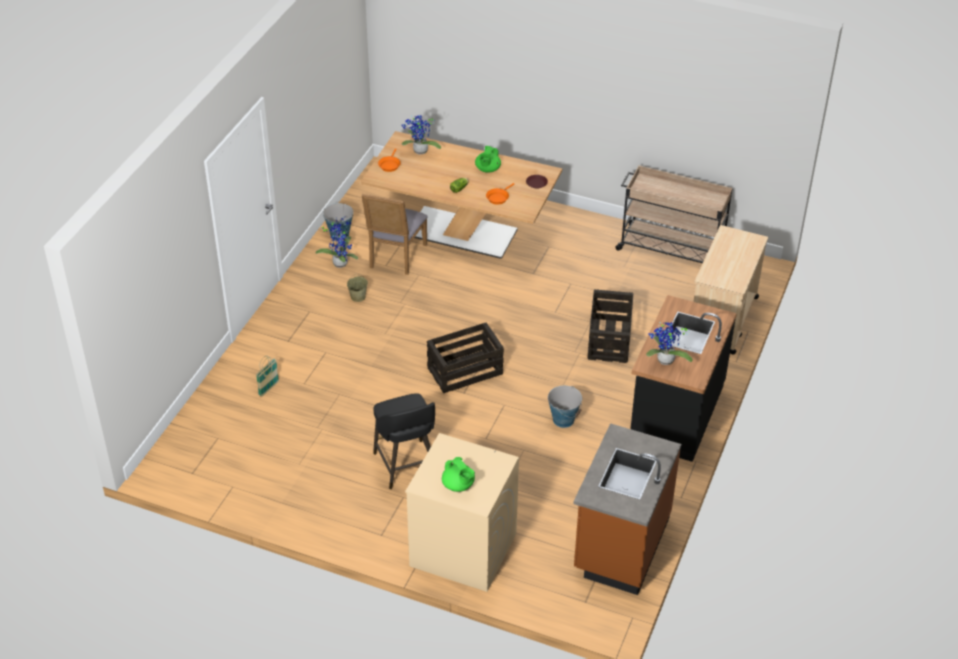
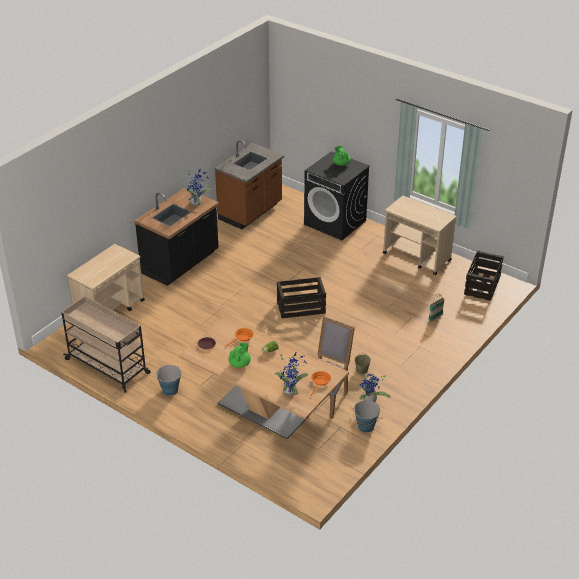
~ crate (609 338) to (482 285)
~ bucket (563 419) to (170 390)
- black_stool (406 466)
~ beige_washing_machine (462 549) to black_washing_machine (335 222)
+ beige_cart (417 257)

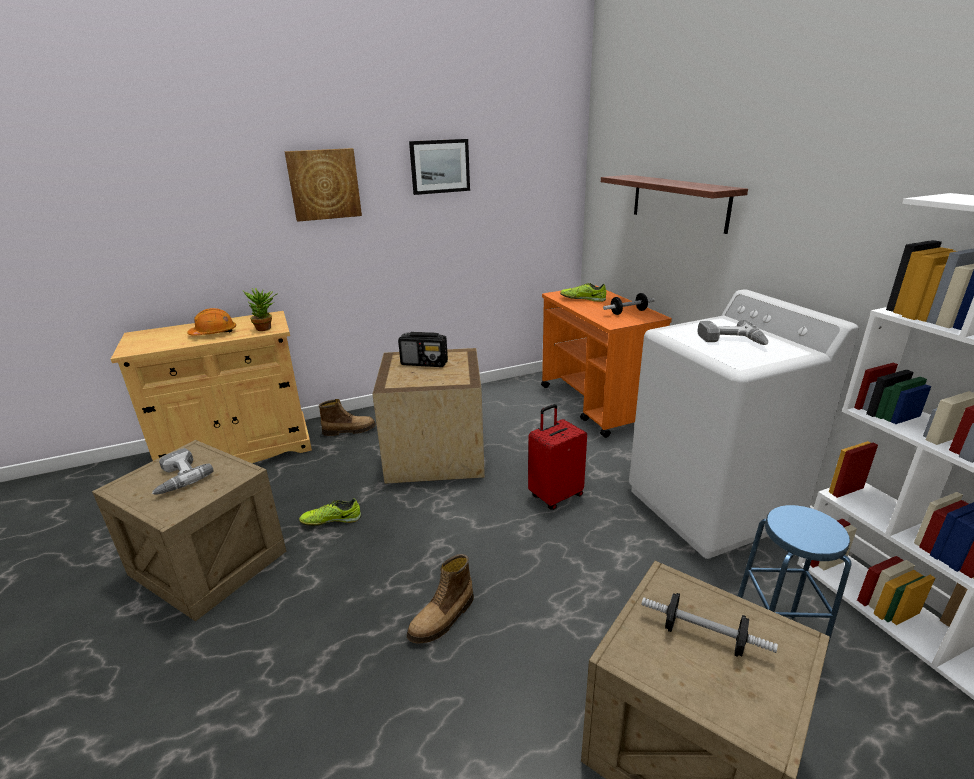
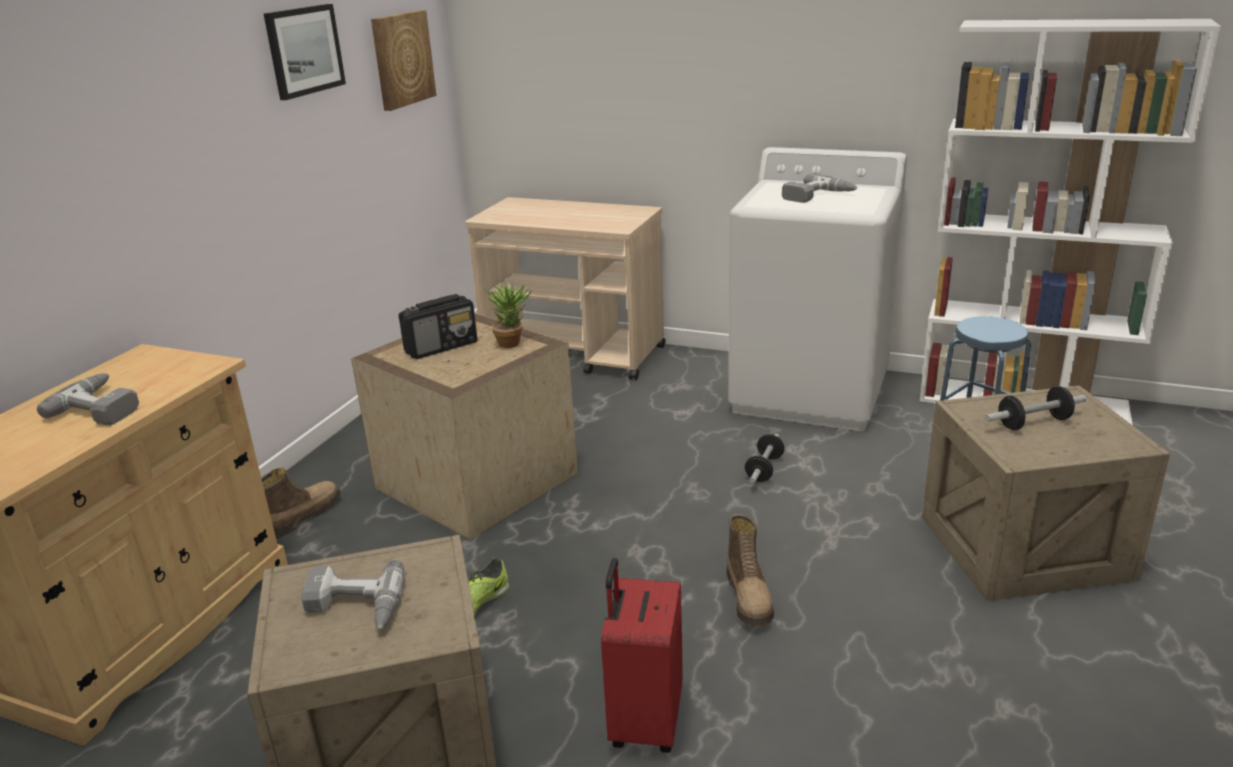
~ picture (324 184) to (402 59)
- shelf (679 202)
- shoe (583 299)
~ orange_cart (596 404) to beige_cart (575 354)
~ potted_plant (267 328) to (512 342)
~ dumbbell (628 312) to (764 469)
~ orange_hard_hat (214 333) to power_drill (104 406)
~ red_suitcase (555 495) to (644 722)

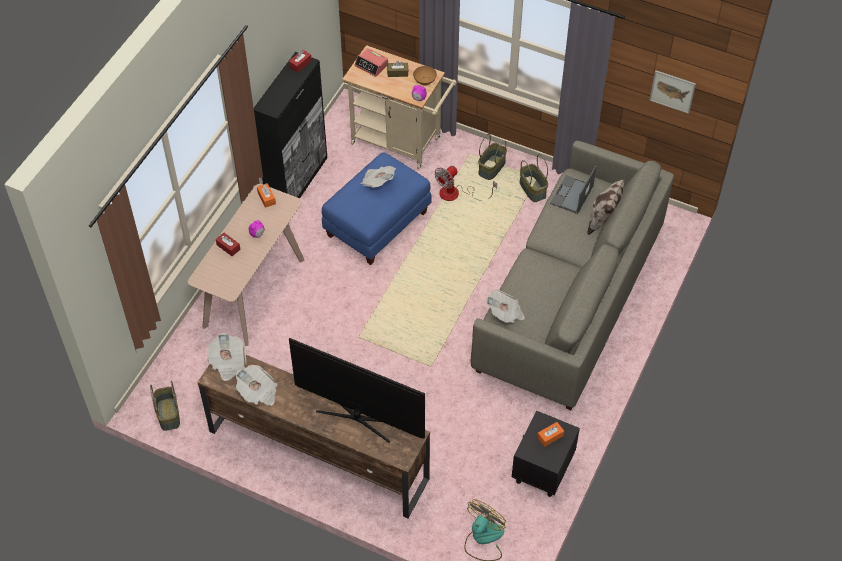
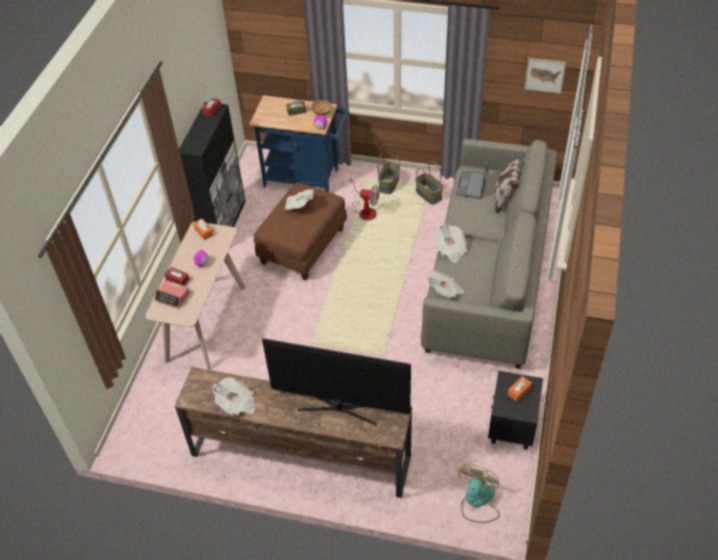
~ beige_cart (401 142) to blue_cart (306 178)
~ alarm_clock (371 65) to (173 297)
~ blue_ottoman (377 223) to brown_ottoman (302 245)
~ fan (456 194) = (365 210) 105 degrees counterclockwise
~ newspaper (228 363) to (450 249)
- basket (169 414)

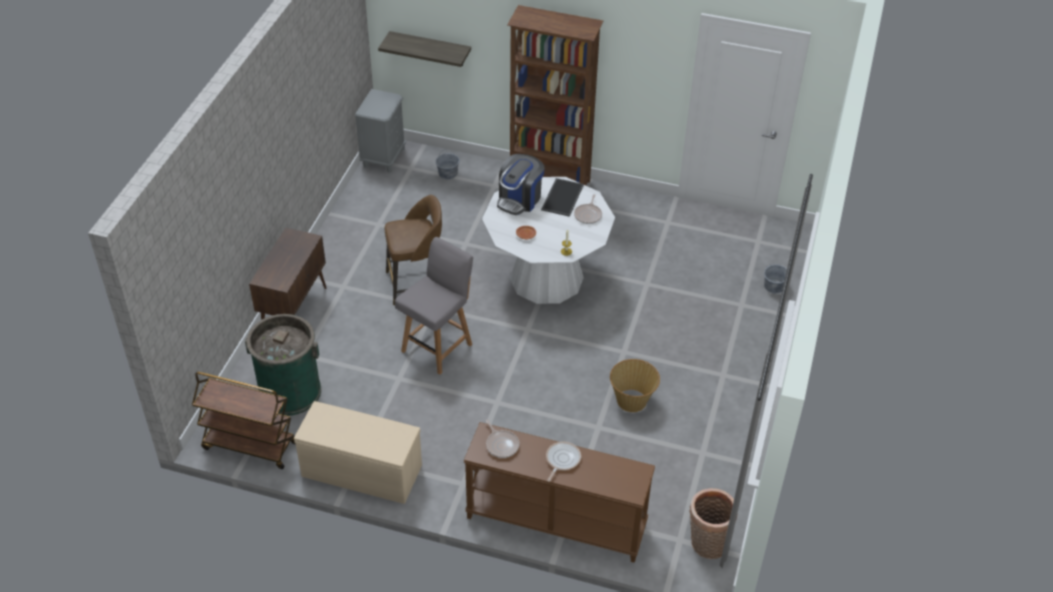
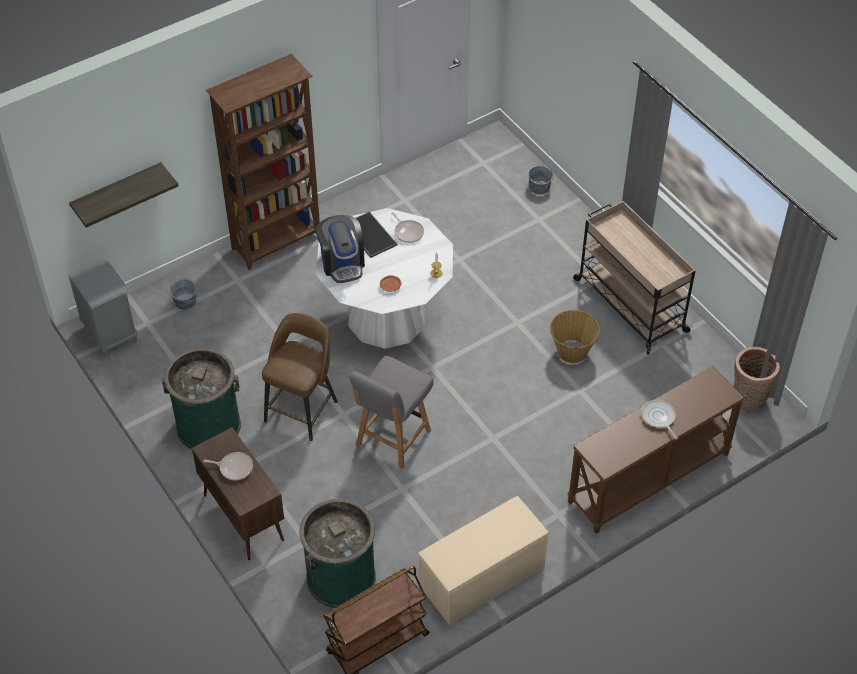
~ grey_chair (438 346) = (392 439) 135 degrees counterclockwise
~ frying_pan (501 444) to (234 467)
+ beige_cart (629 304)
+ green_trash_can (208 425)

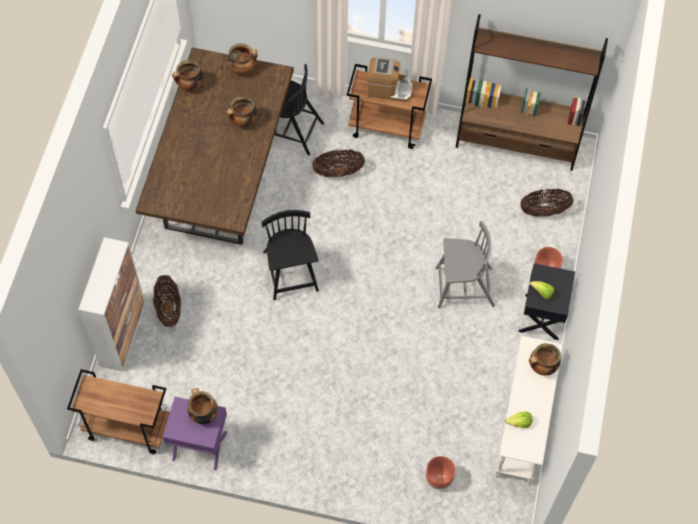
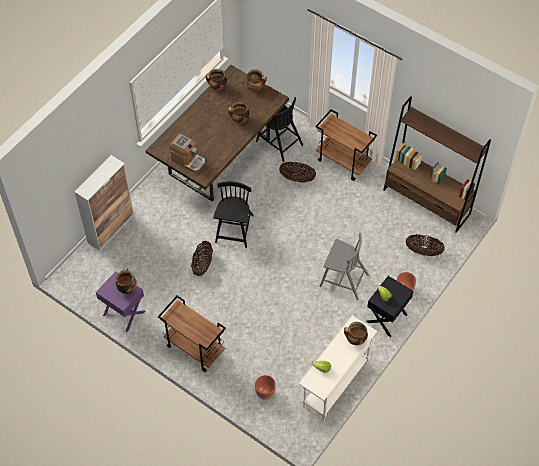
~ coffee_machine (389 89) to (188 160)
~ basket (168 308) to (202 264)
~ brown_cart (127 428) to (194 348)

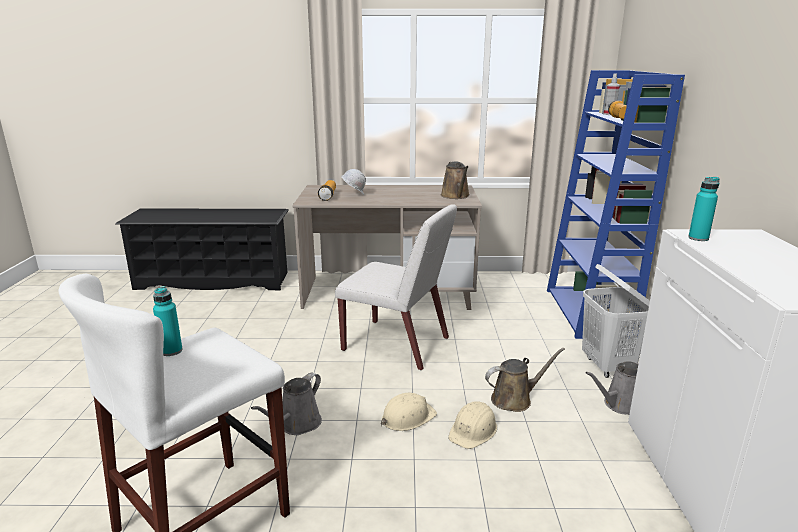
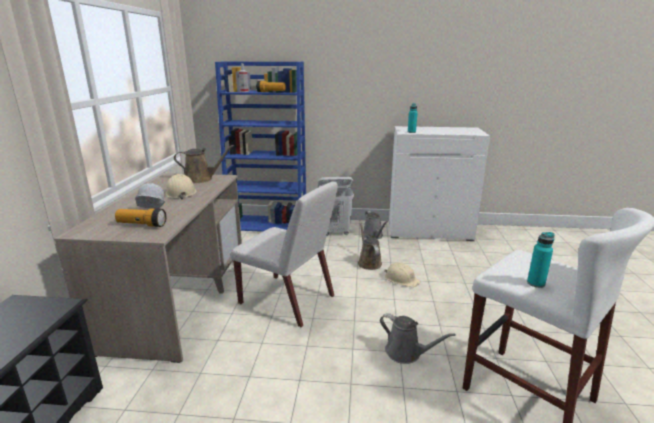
~ white_chair (397 344) = (288 300) 90 degrees clockwise
~ beige_hard_hat (407 417) to (180 192)

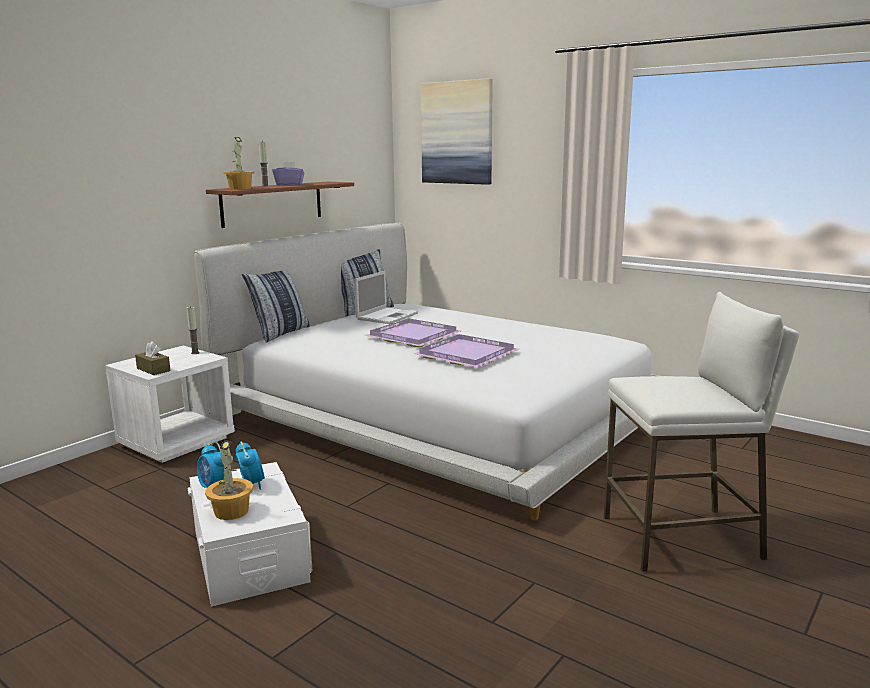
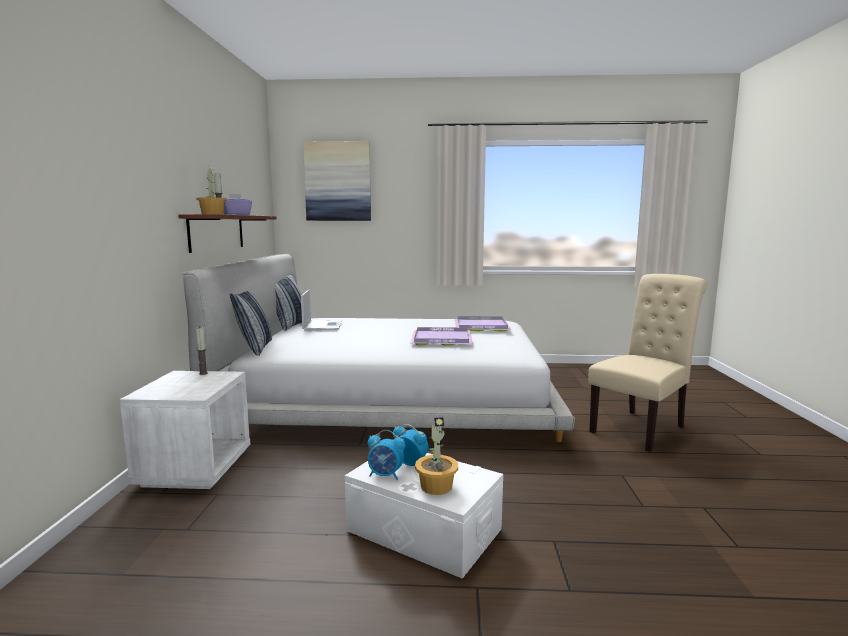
~ white_stool (682 538) to beige_chair (641 428)
~ purple_tray (413 336) to (480 326)
- brown_tissue_box (153 369)

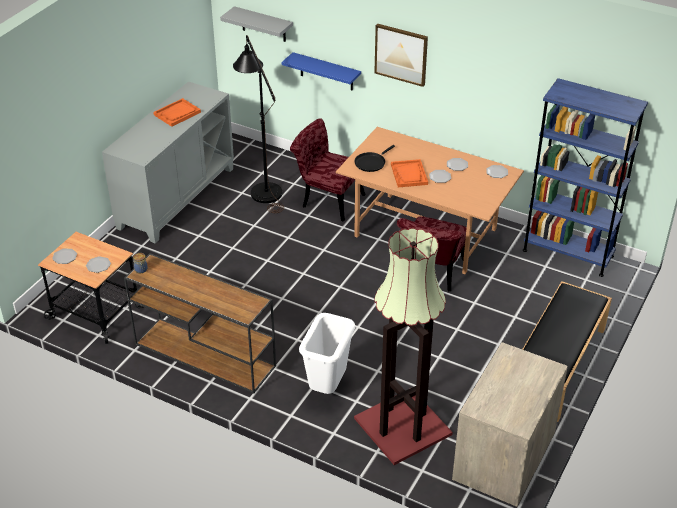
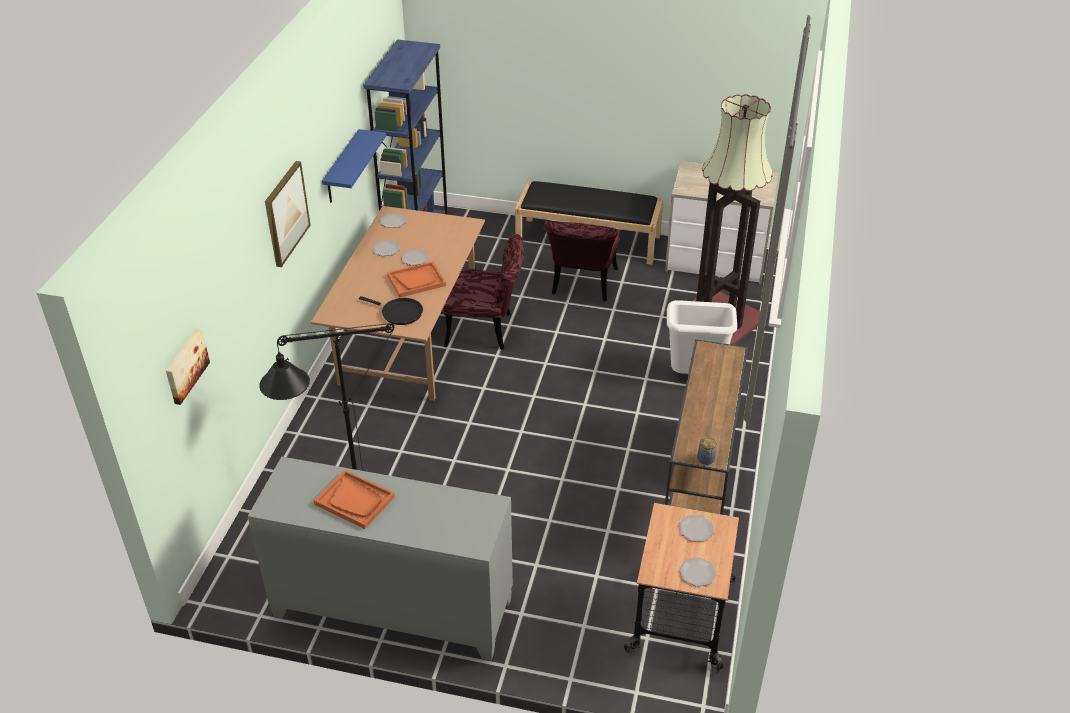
~ grey_shelf (263 24) to picture (185 366)
~ blue_shelf (326 72) to (342 168)
~ red_chair (327 199) to (582 286)

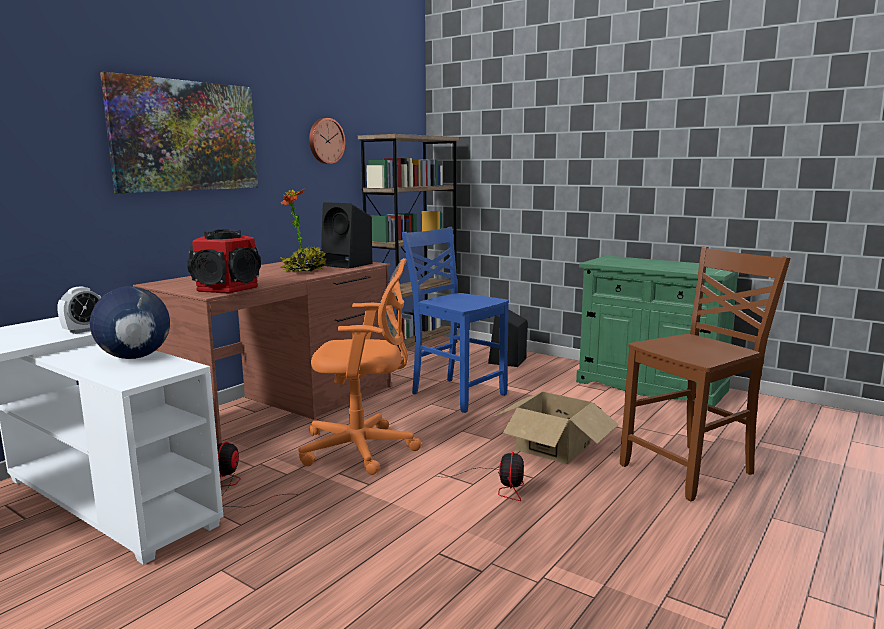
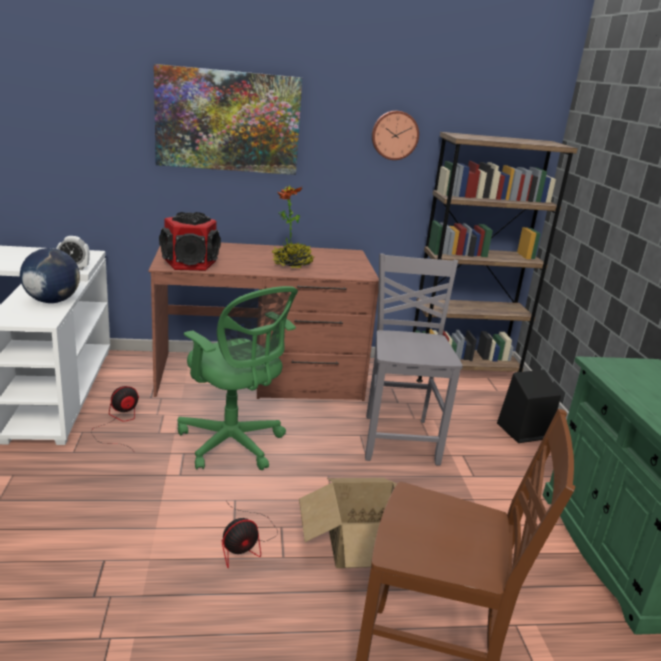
- black_speaker (348 264)
~ blue_chair (456 394) to grey_chair (399 438)
~ orange_office_chair (363 449) to green_office_chair (233 444)

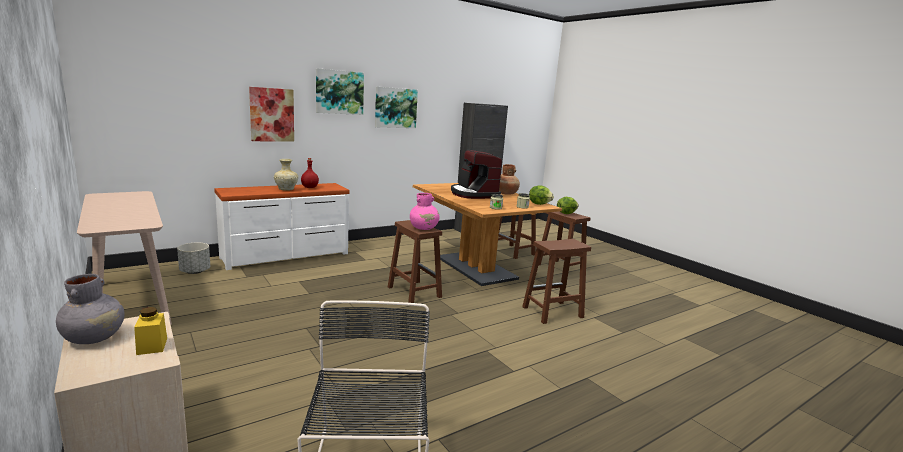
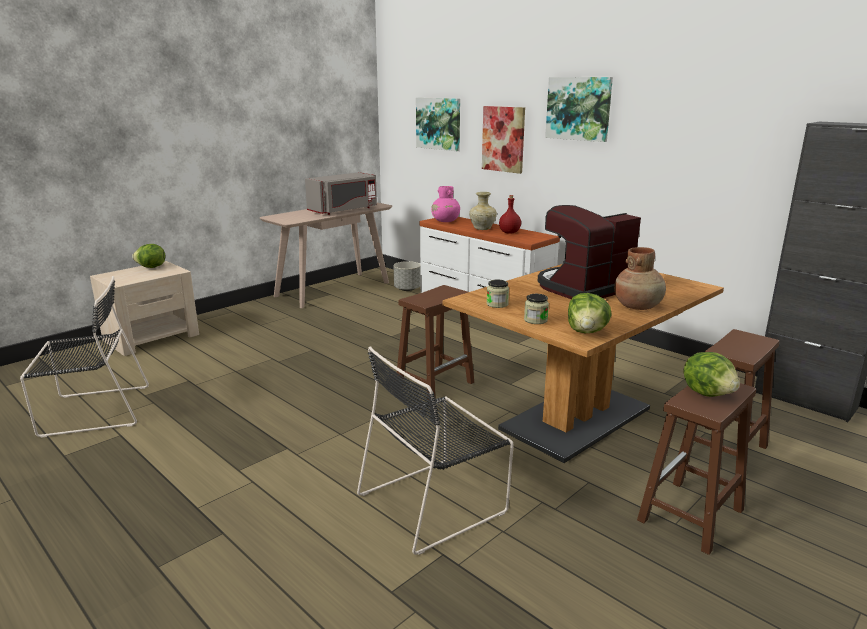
~ picture (395 108) to (439 123)
~ pink_vase (424 228) to (445 221)
~ brown_stool (552 312) to black_chair (435 501)
~ grey_vase (95 338) to lettuce (151 267)
- yellow_jar (152 346)
+ grey_microwave (344 210)

